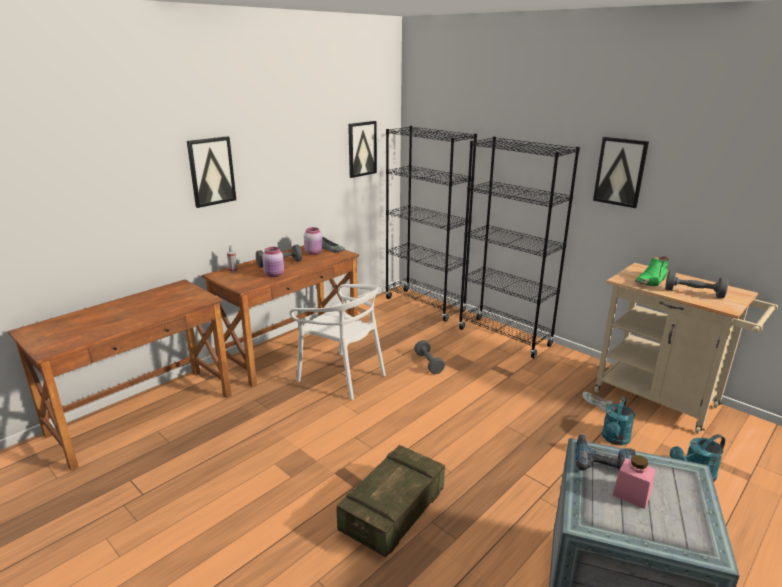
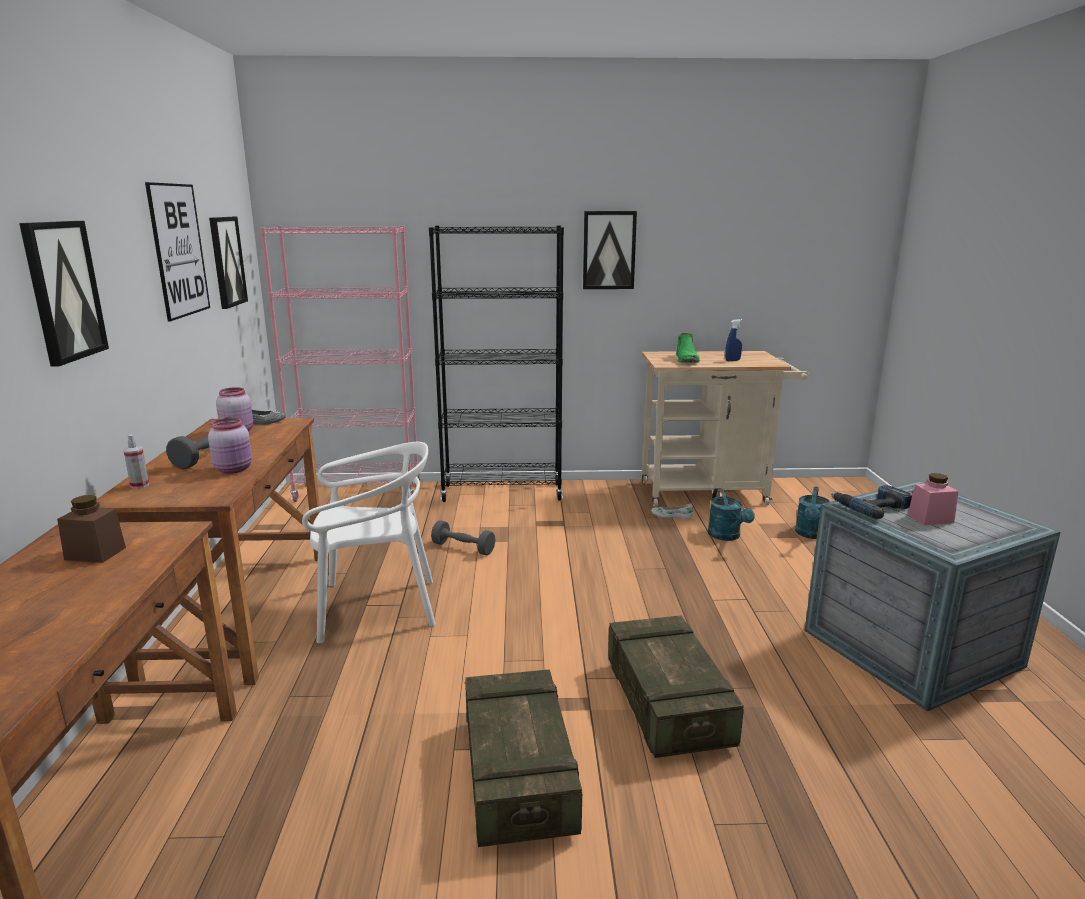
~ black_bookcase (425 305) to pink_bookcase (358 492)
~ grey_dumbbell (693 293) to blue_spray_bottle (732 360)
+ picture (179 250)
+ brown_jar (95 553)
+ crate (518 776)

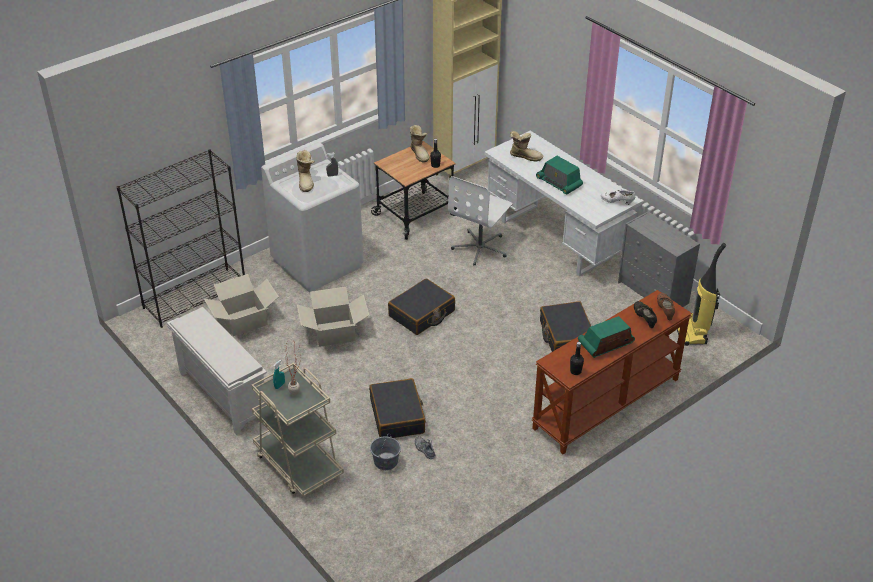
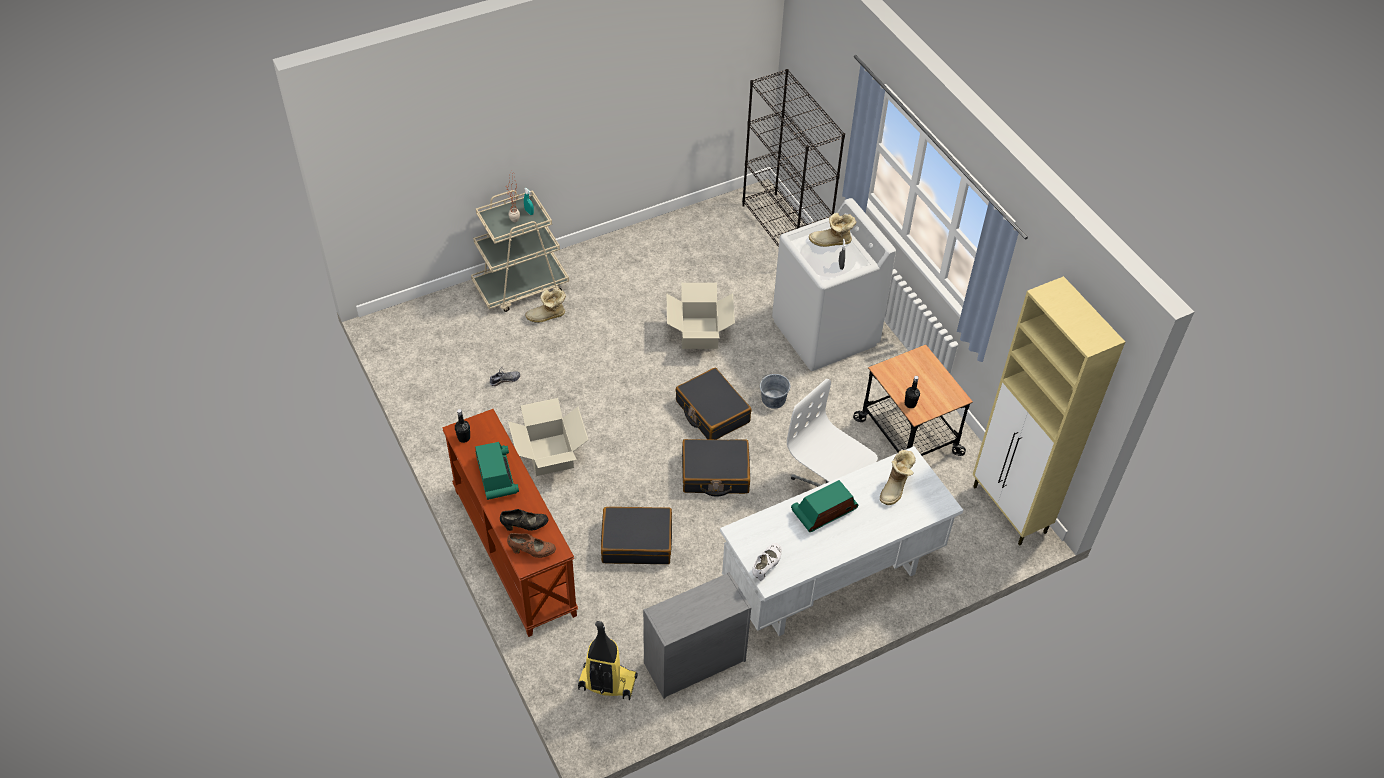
~ boot (420 153) to (547 316)
~ cardboard_box (244 321) to (550 454)
- white_shoe_rack (222 394)
~ black_suitcase (397 416) to (715 474)
~ grey_bucket (386 461) to (773 399)

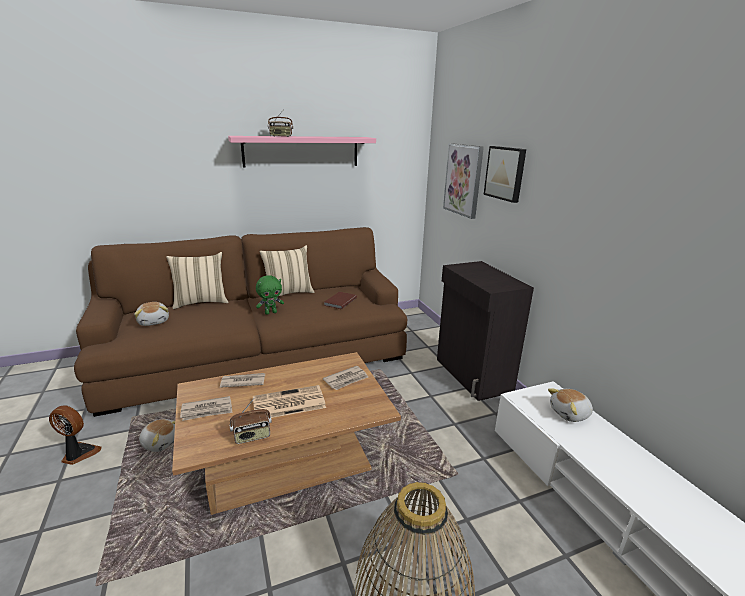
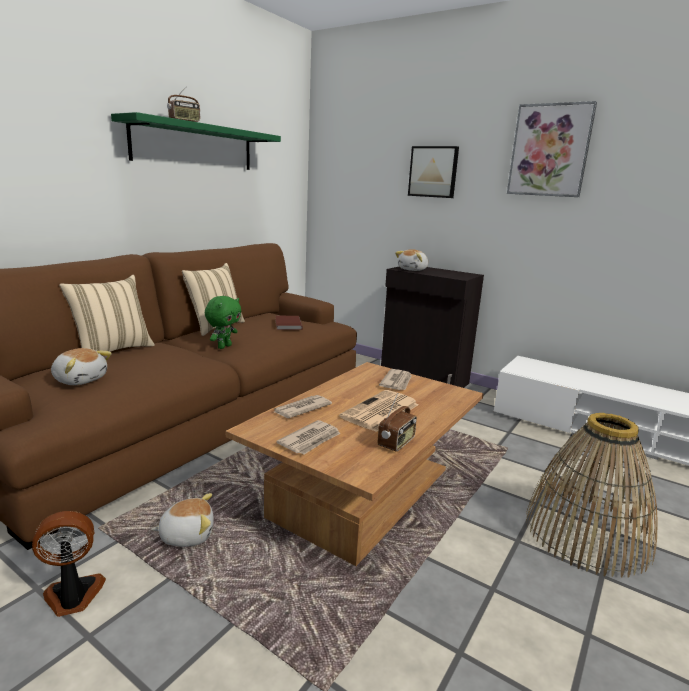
~ pink_shelf (301 151) to green_shelf (195 146)
~ picture (463 180) to (549 150)
~ plush_toy (570 414) to (413 270)

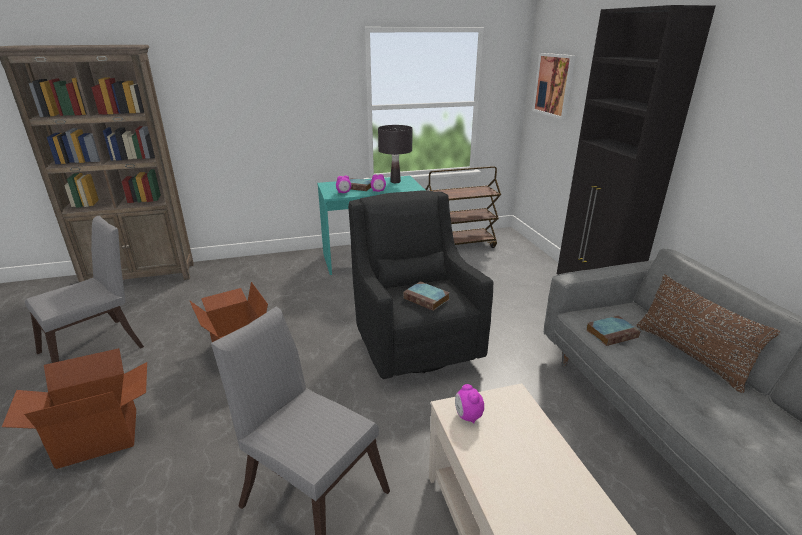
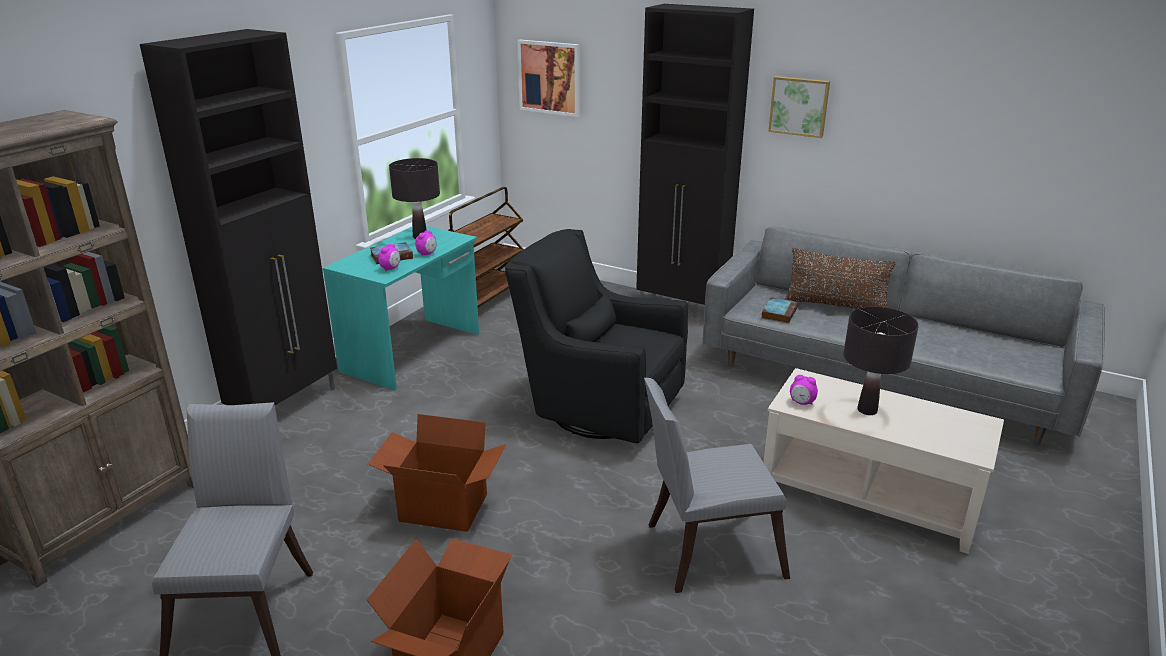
- book (427 299)
+ black_cabinet (286 405)
+ picture (799 106)
+ black_table_lamp (867 410)

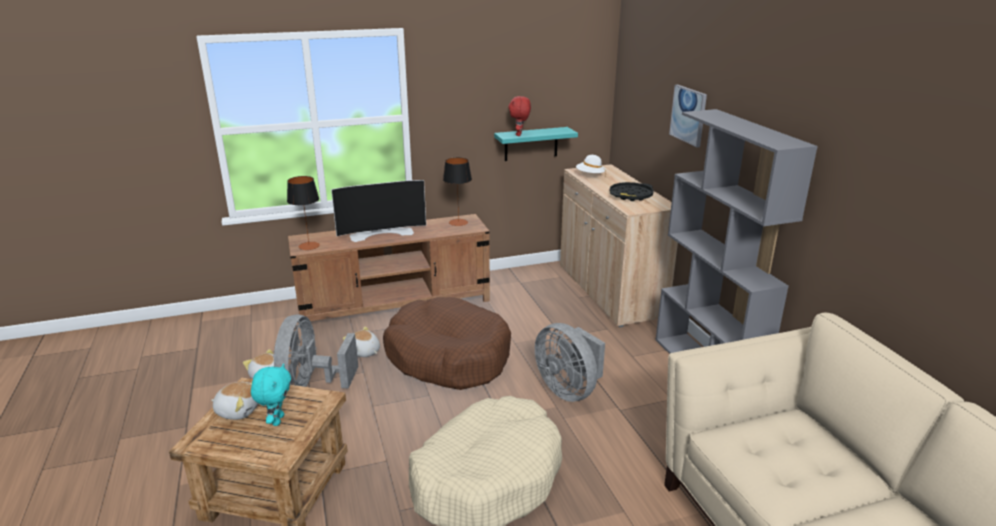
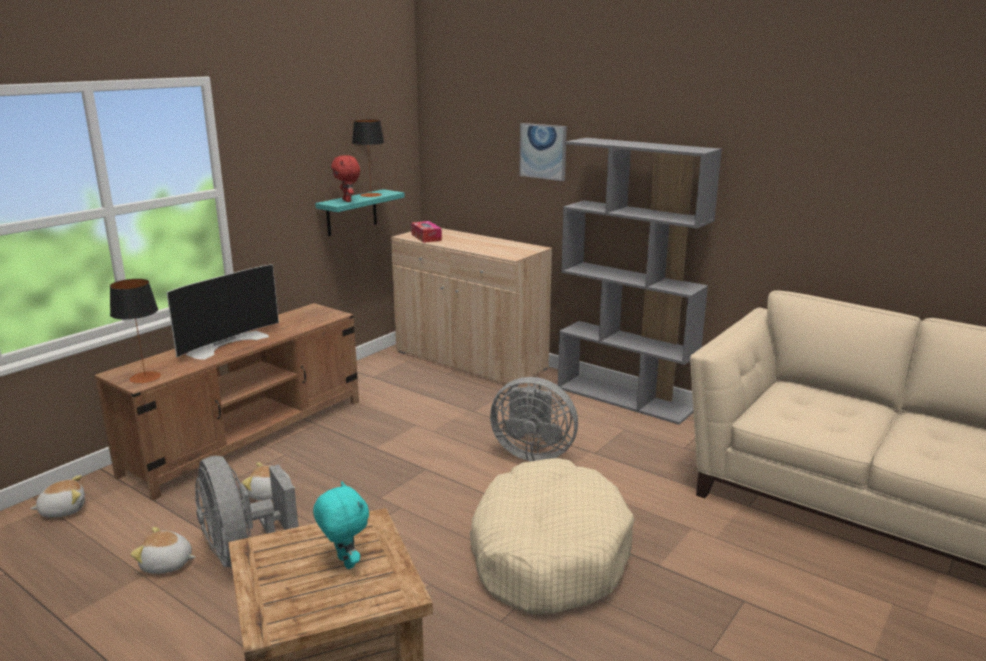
~ white_hat (590 175) to tissue_box (426 237)
~ table_lamp (458 222) to (371 195)
- black_tray (631 195)
- brown_dog_bed (448 357)
~ plush_toy (238 410) to (63 510)

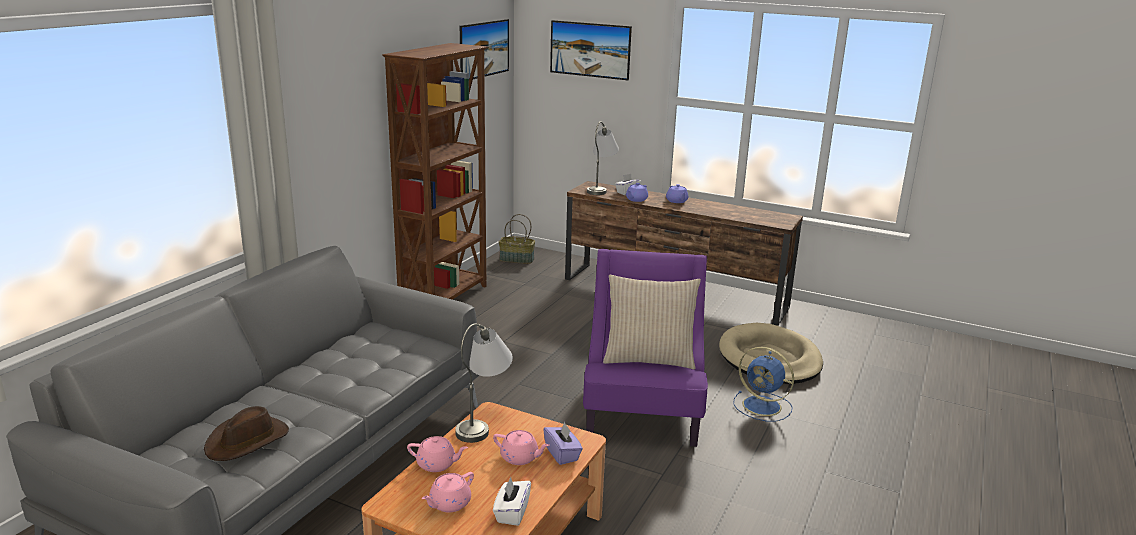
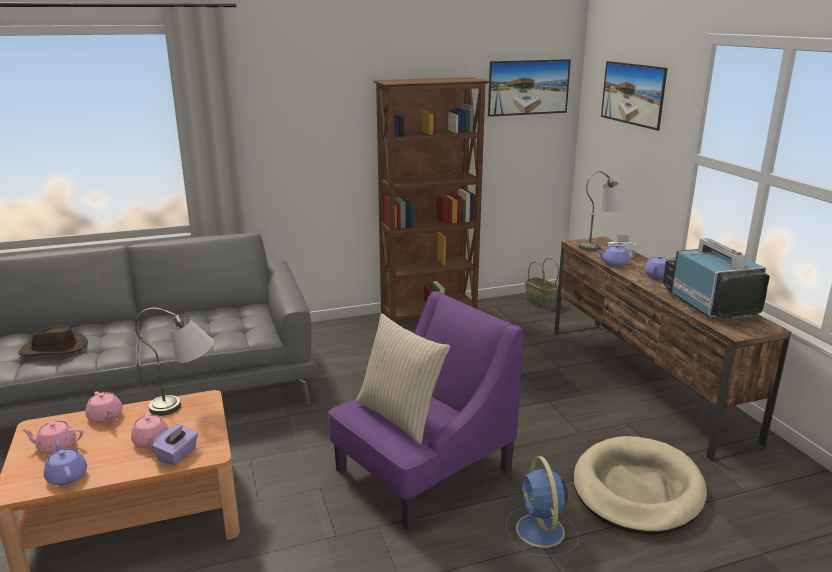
~ white_tissue_box (512 513) to purple_teapot (67 476)
+ television (708 304)

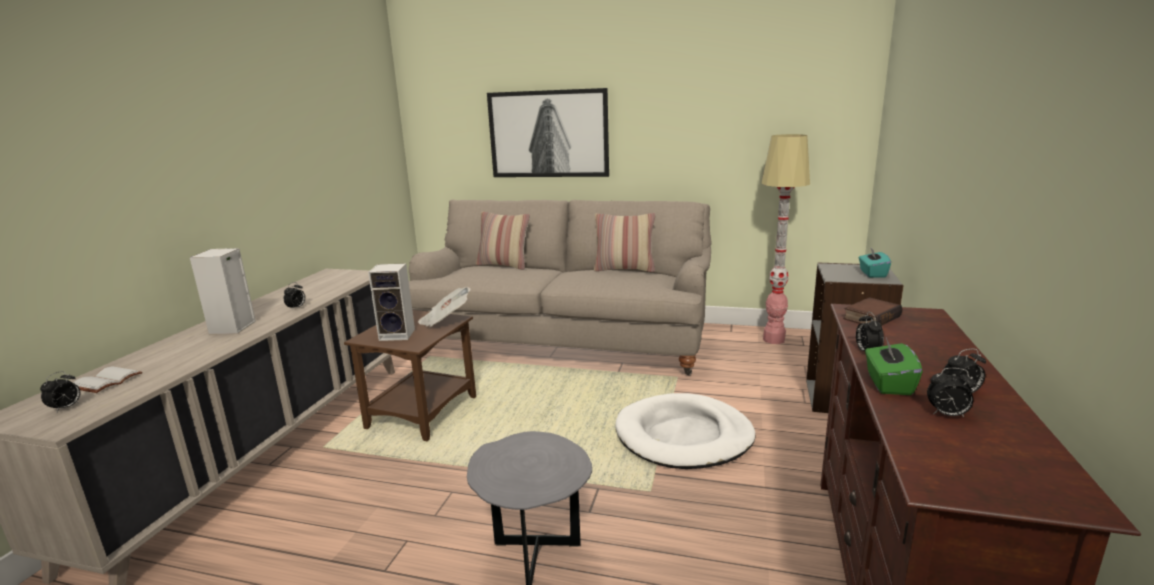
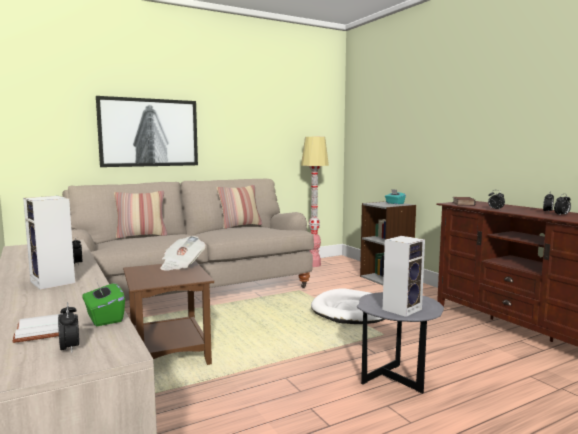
~ speaker (398 334) to (402 309)
~ green_tissue_box (888 384) to (104 318)

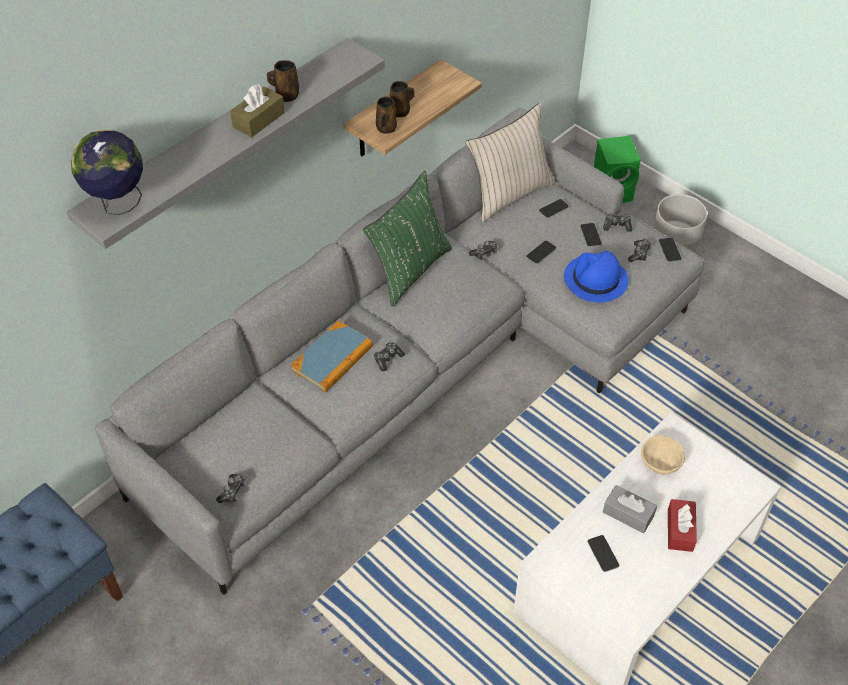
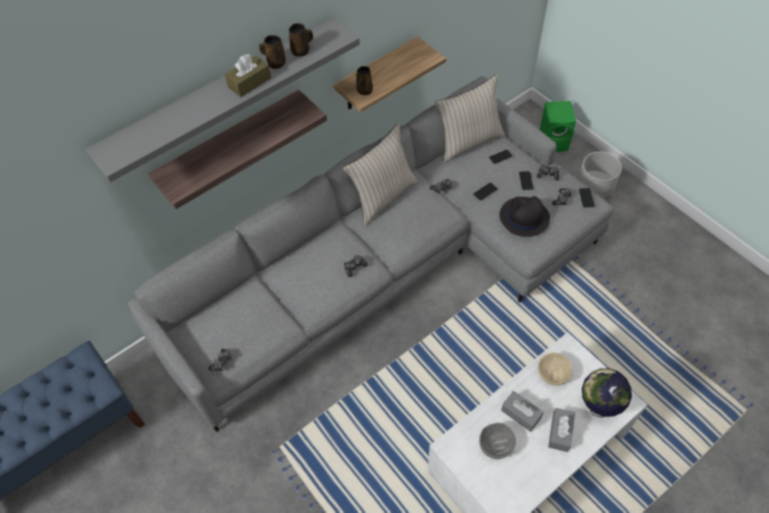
~ brown_mug (401 111) to (301 51)
~ globe (117 203) to (598 407)
~ green_pillow (409 270) to beige_pillow (383 197)
~ blue_hat (595 279) to black_hat (524 217)
- book (332 359)
~ red_tissue_box (680 530) to grey_tissue_box (560 432)
~ phone (603 553) to grey_bowl (496 445)
+ shelf (231 145)

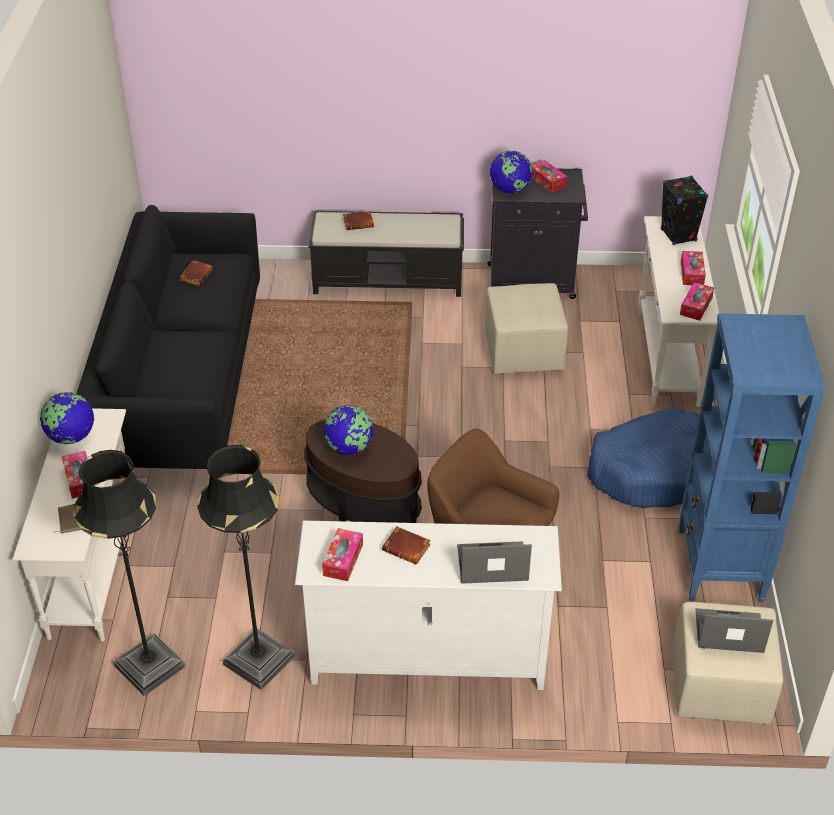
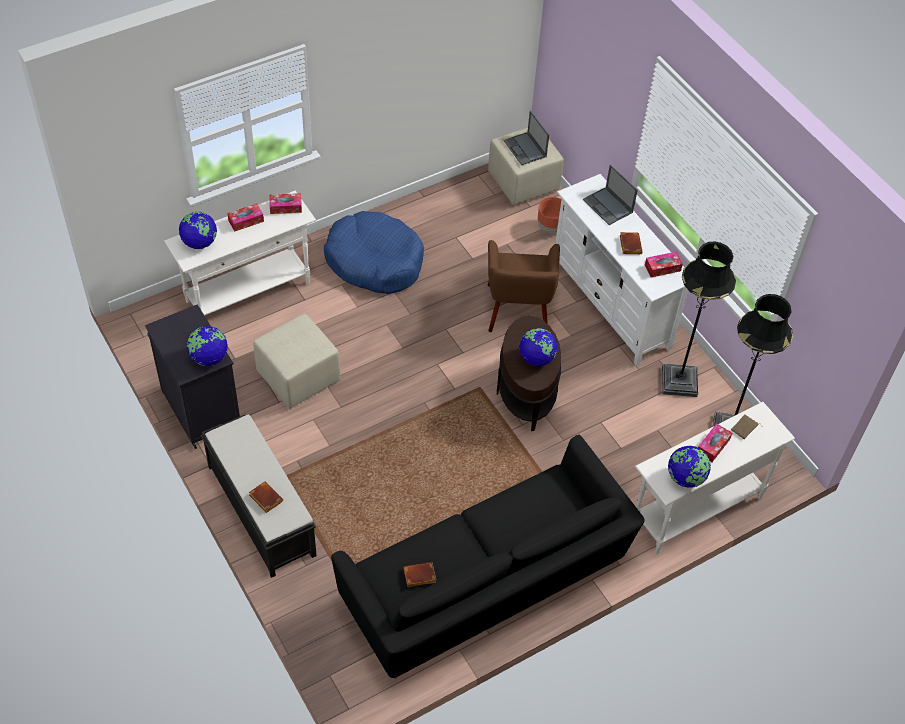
- tissue_box (547 181)
~ black_speaker (678 235) to globe (200 242)
- blue_bookcase (719 566)
+ brown_planter (551 228)

